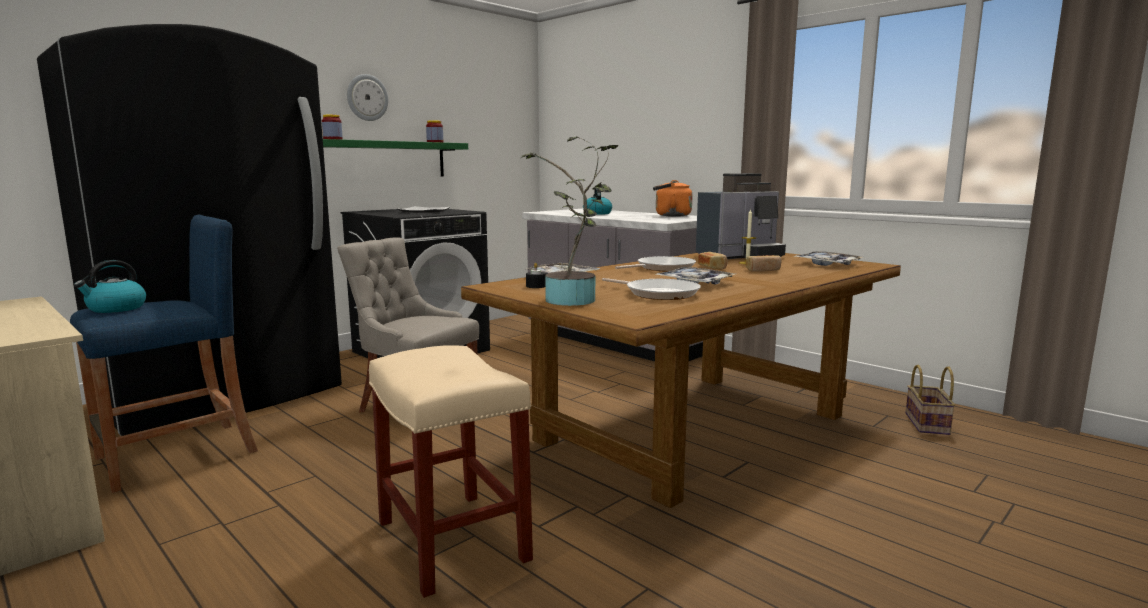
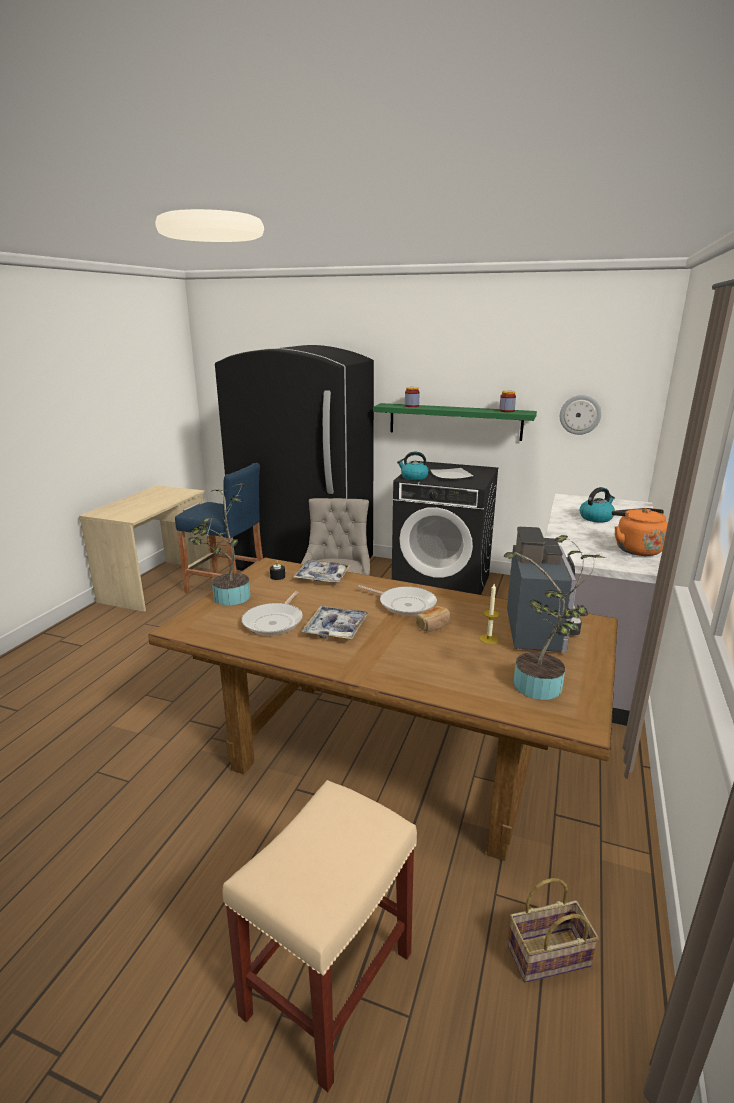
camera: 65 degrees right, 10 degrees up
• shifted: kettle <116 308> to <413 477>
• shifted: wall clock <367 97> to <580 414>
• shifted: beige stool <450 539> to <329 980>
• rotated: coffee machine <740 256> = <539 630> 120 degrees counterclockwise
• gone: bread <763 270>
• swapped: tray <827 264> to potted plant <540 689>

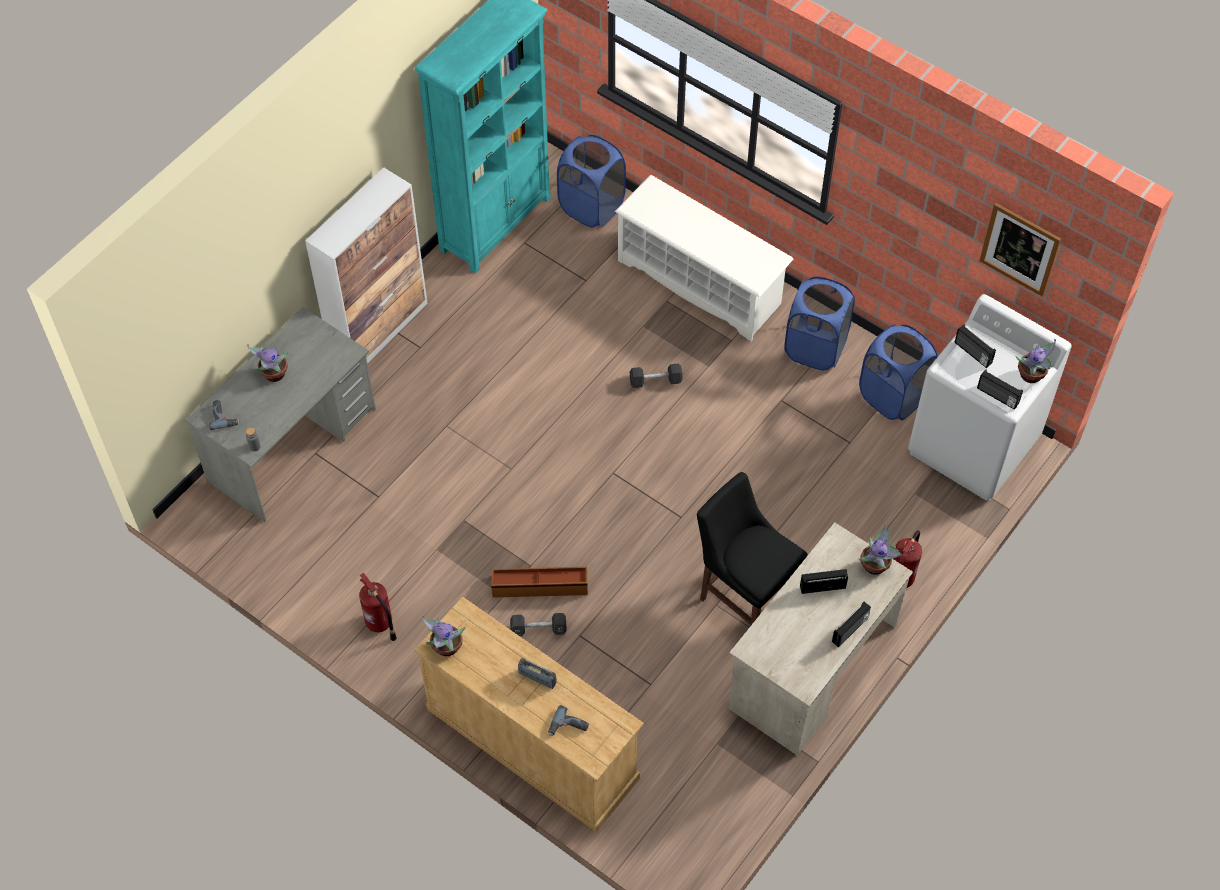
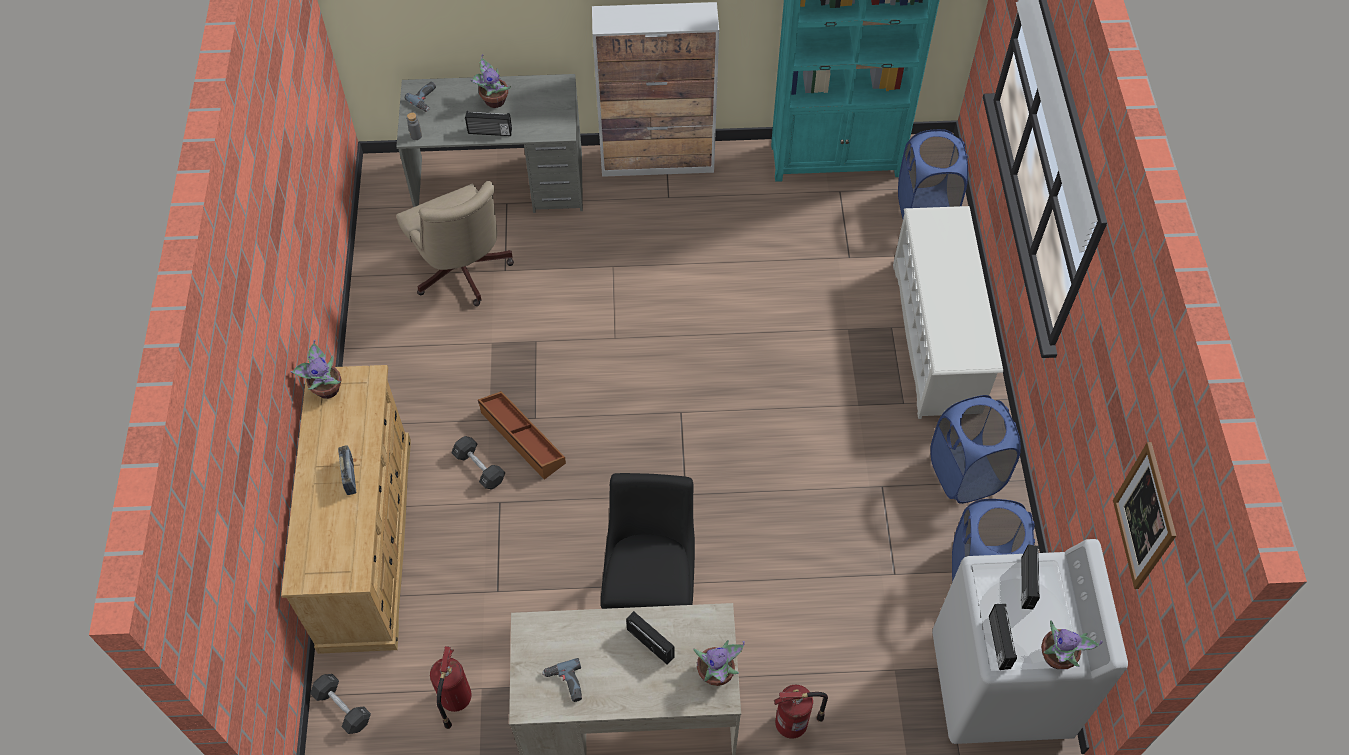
camera: 50 degrees right, 0 degrees up
• shifted: fire extinguisher <380 624> to <455 700>
• shifted: power drill <568 728> to <565 684>
• shifted: black dumbbell <655 381> to <342 707>
• shifted: radio <850 630> to <490 132>
• new: beige office chair <463 274>

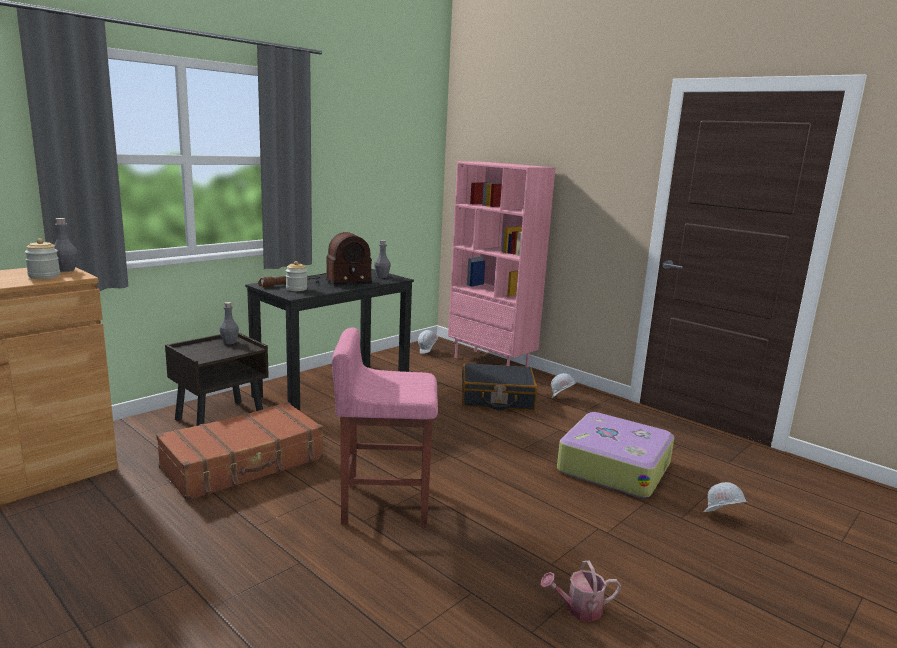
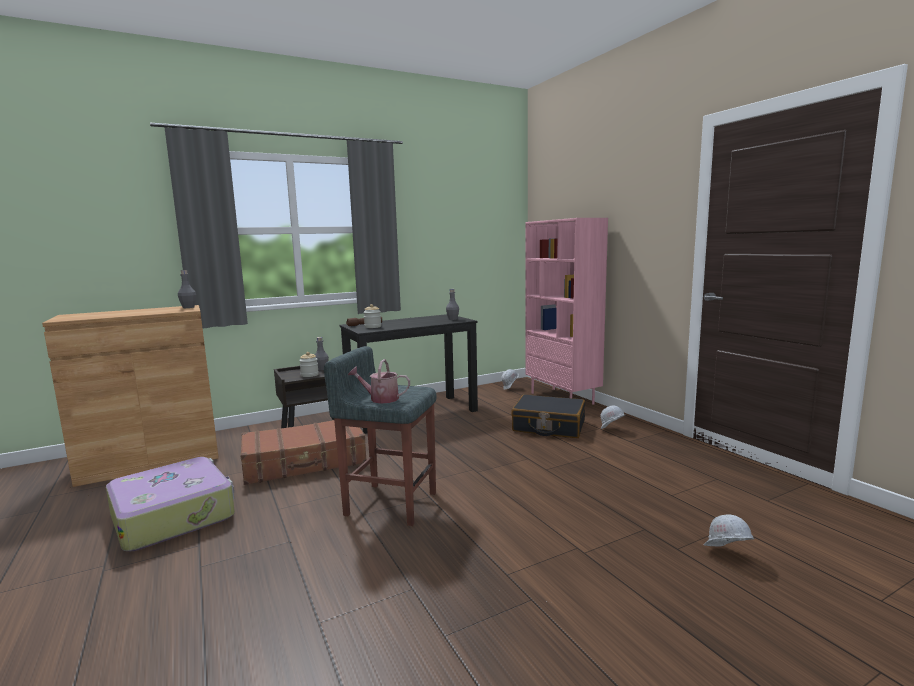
camera: 20 degrees right, 5 degrees down
• shifted: jar <44 276> to <309 375>
• gone: radio <338 281>
• repainted: pink stool <384 504> to grey stool <390 503>
• shifted: watering can <578 609> to <380 399>
• shifted: suitcase <613 467> to <174 515>

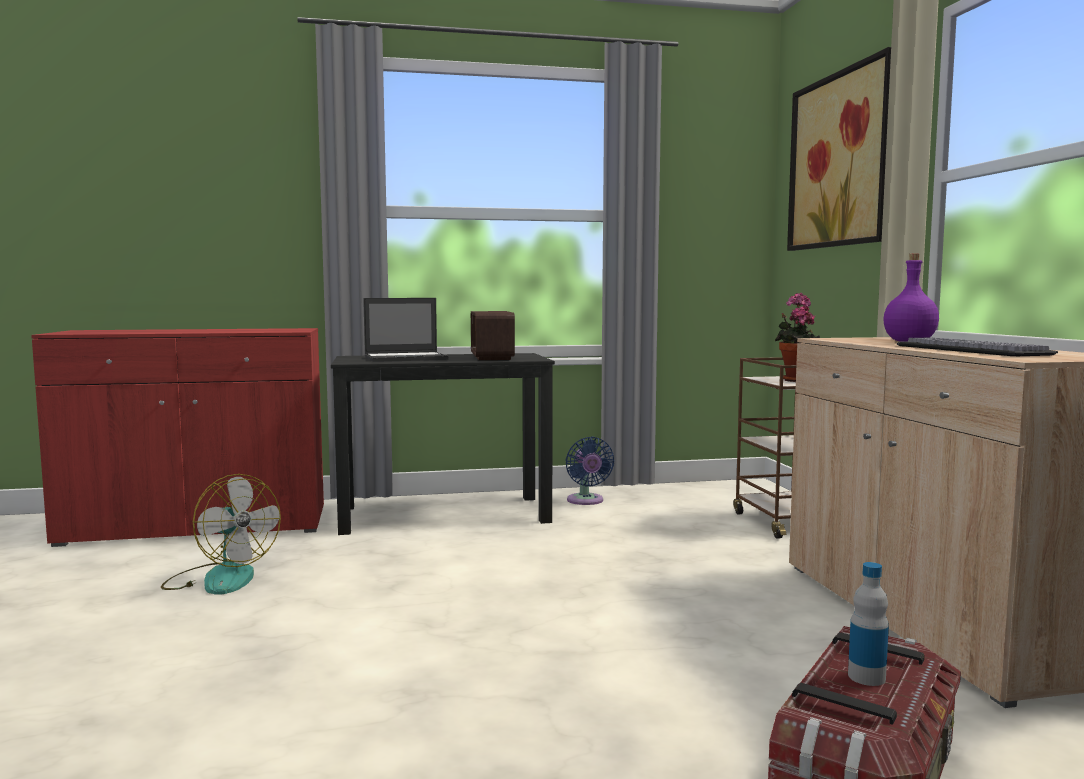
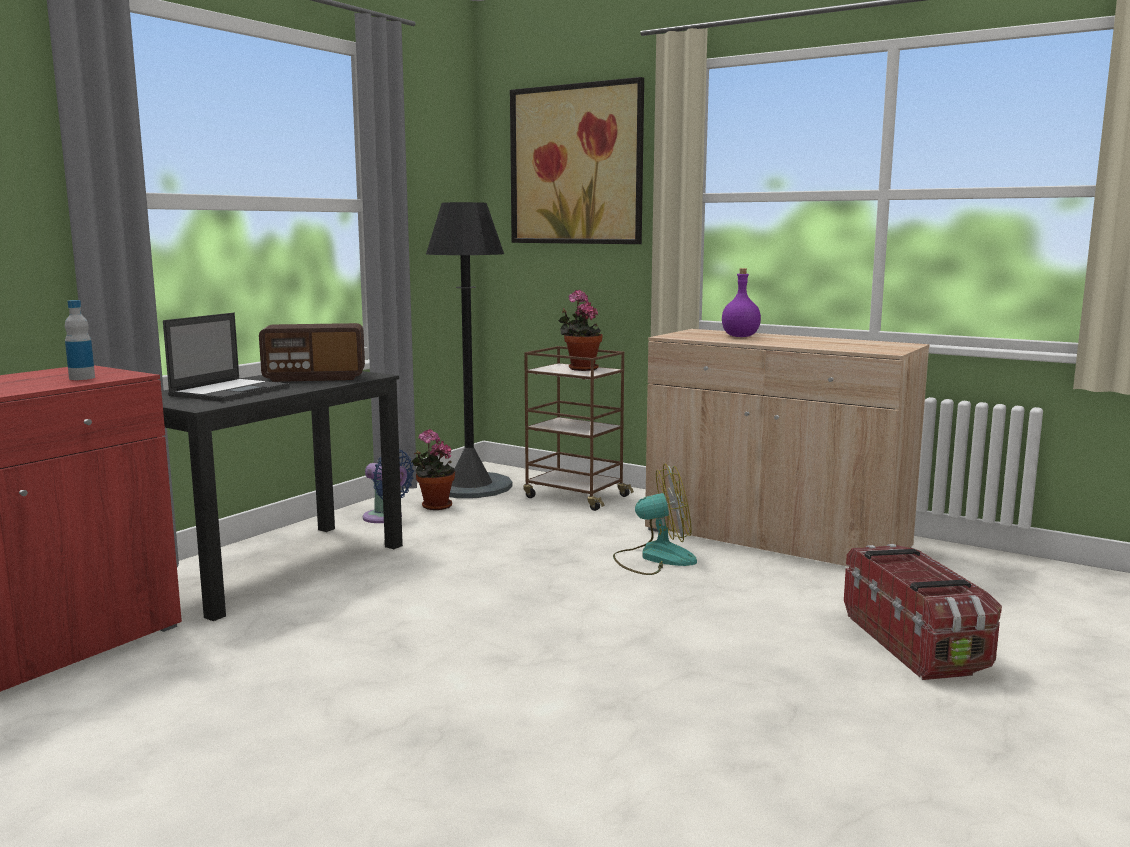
camera: 45 degrees left, 5 degrees up
• shifted: fan <220 578> to <654 558>
• rotated: radio <492 357> = <315 377> 45 degrees counterclockwise
• shifted: bottle <866 677> to <82 378>
• gone: keyboard <979 350>
• new: potted plant <434 506>
• new: black floor lamp <470 486>

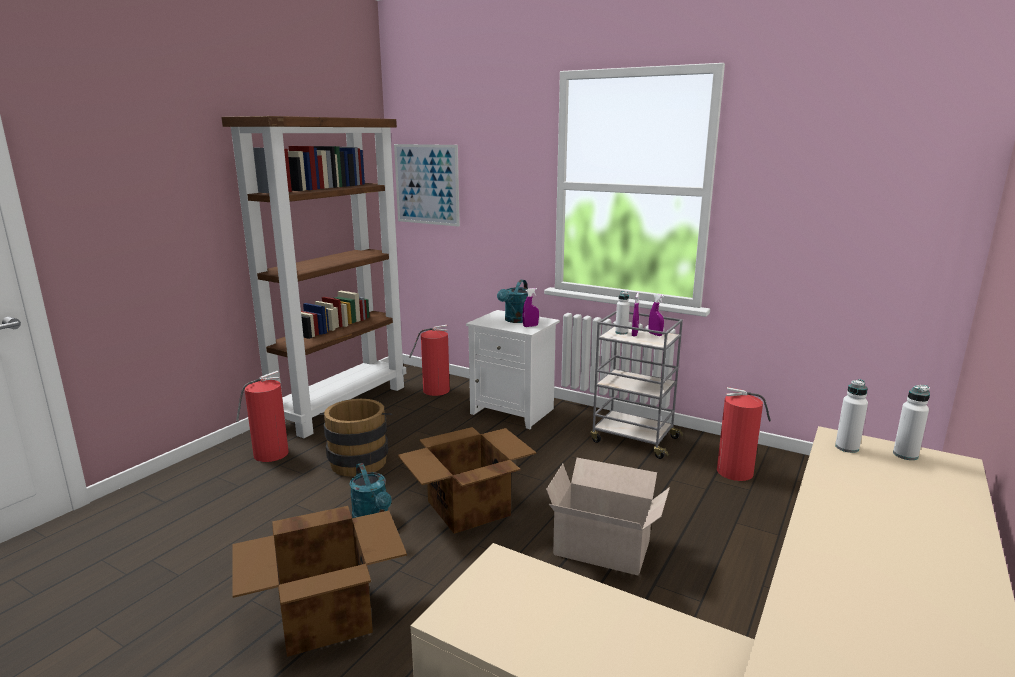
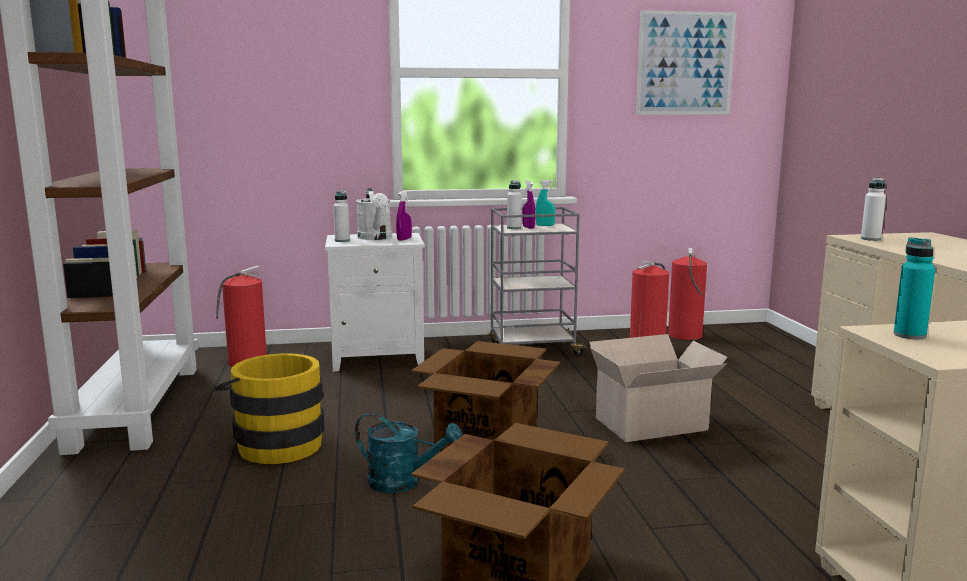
camera: 40 degrees left, 5 degrees down
• shifted: fire extinguisher <269 454> to <685 335>
• repainted: brown bucket <359 459> to yellow bucket <276 443>
• shifted: picture <427 184> to <685 63>
• repainted: turquoise watering can <516 320> to white watering can <375 238>
• repainted: purple spray bottle <655 334> to turquoise spray bottle <545 225>
• shifted: white bottle <905 455> to <342 241>
• new: turquoise bottle <909 335>

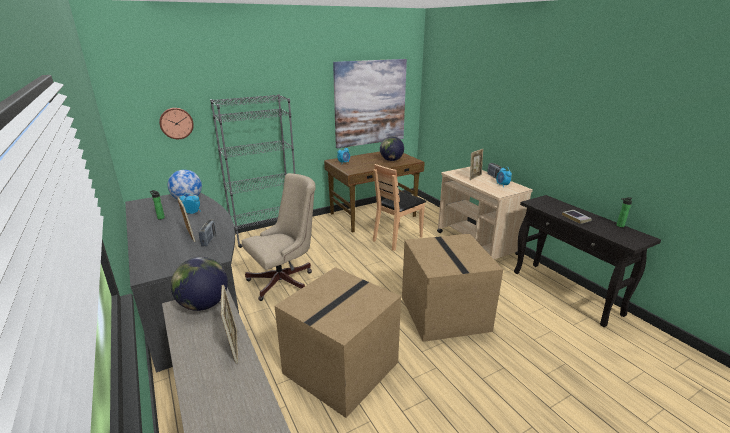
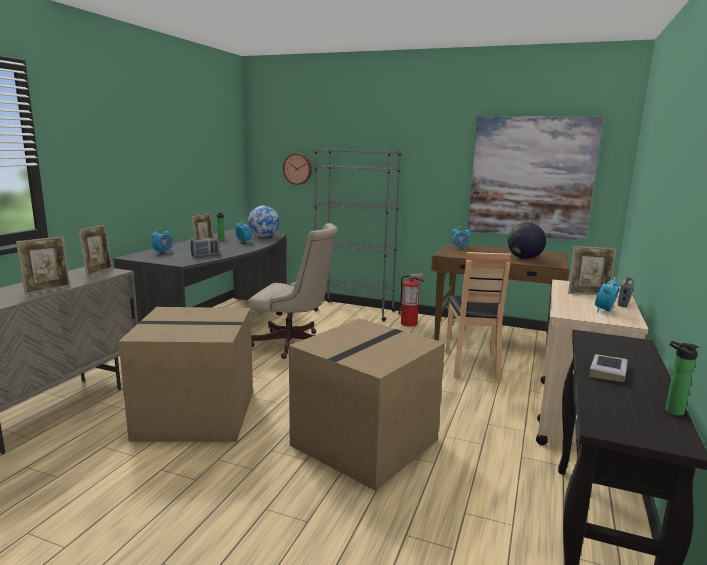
camera: 50 degrees right, 10 degrees down
• swapped: globe <204 304> to picture frame <98 272>
• rotated: brown chair <397 238> = <472 364> 90 degrees counterclockwise
• new: alarm clock <163 252>
• new: fire extinguisher <409 323>

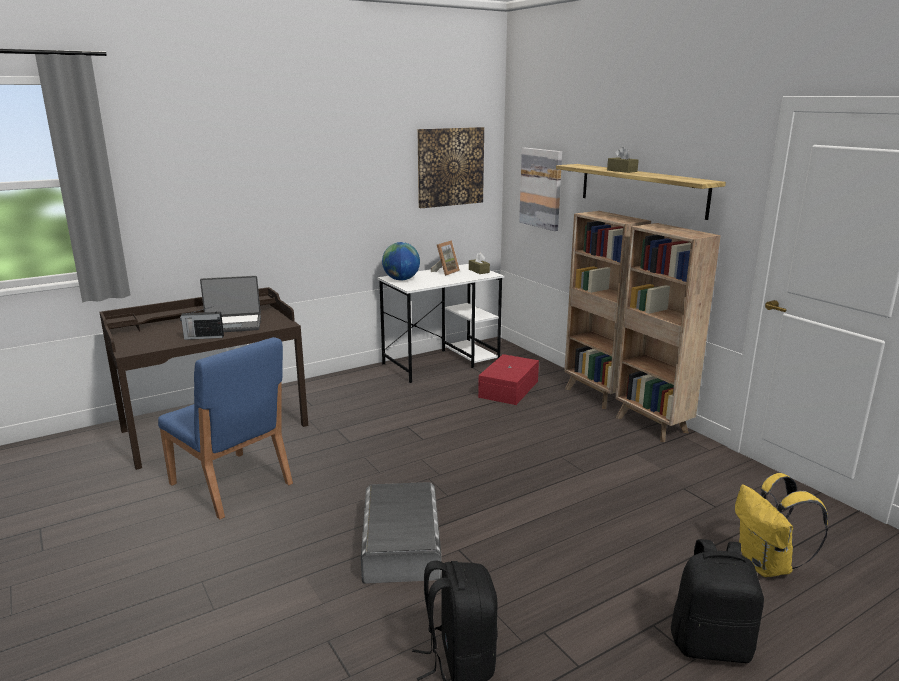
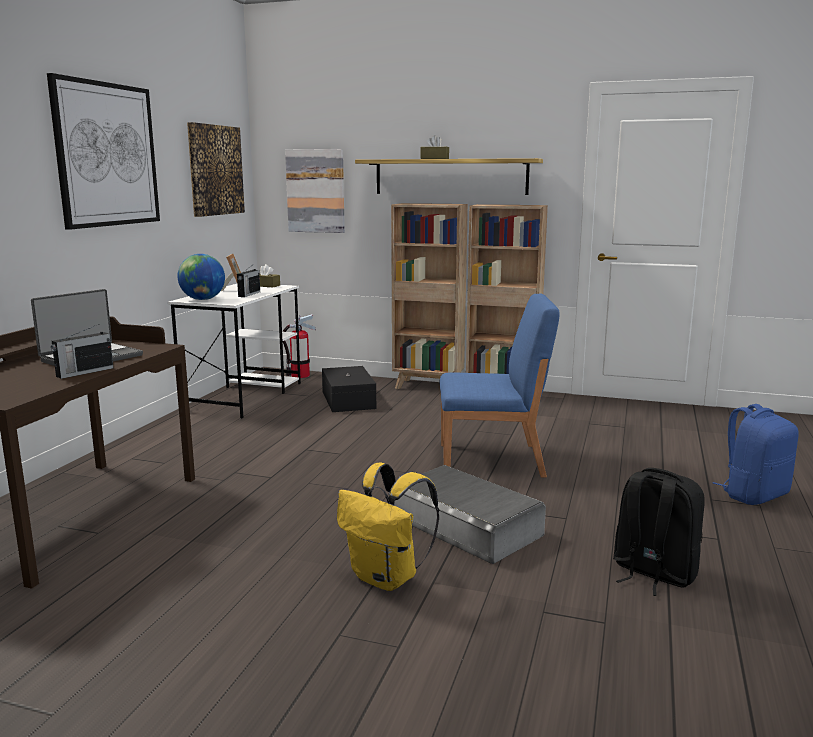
camera: 40 degrees left, 5 degrees down
• shifted: blue chair <231 484> to <493 460>
• repainted: red storage box <507 389> to black storage box <347 400>
• repainted: black backpack <711 644> to blue backpack <753 495>
• shifted: yellow backpack <767 566> to <387 578>
• new: picture <107 155>
• new: radio <249 294>
• new: fire extinguisher <300 375>

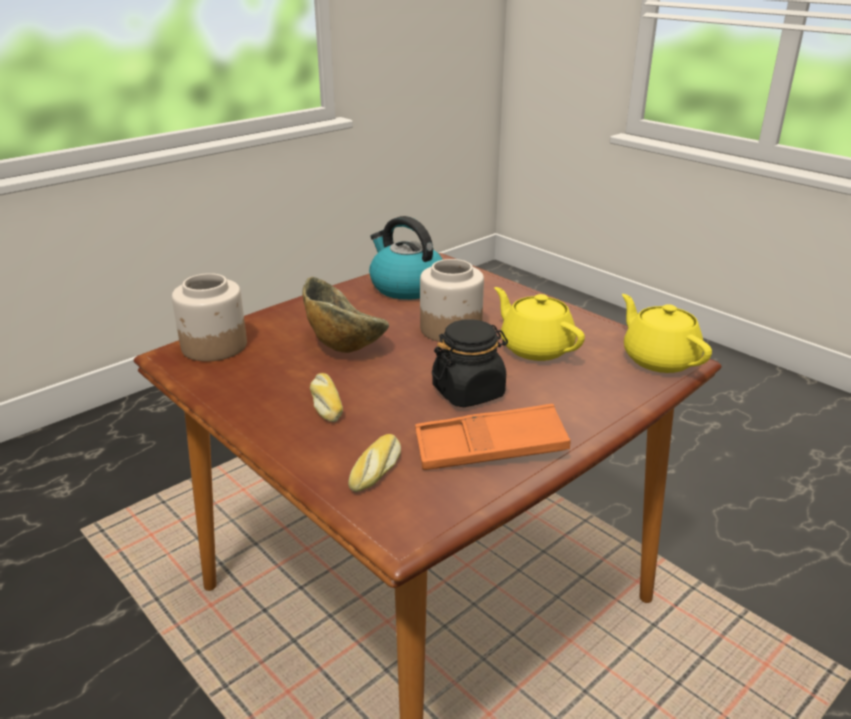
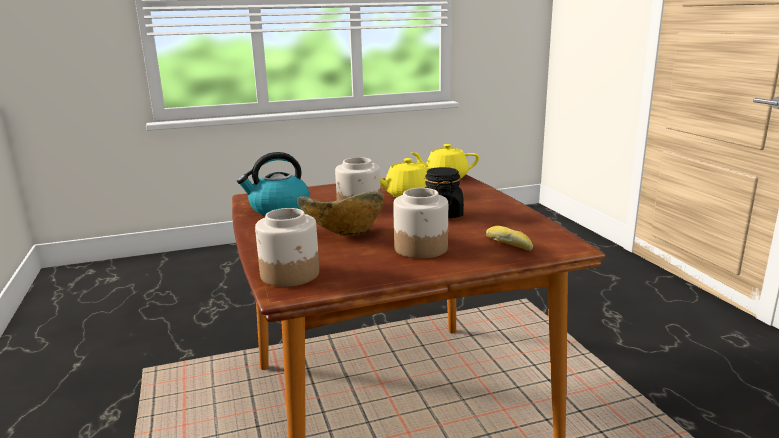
camera: 65 degrees left, 10 degrees down
• swapped: bread <325 404> to jar <421 248>
• gone: orange tray <490 447>

